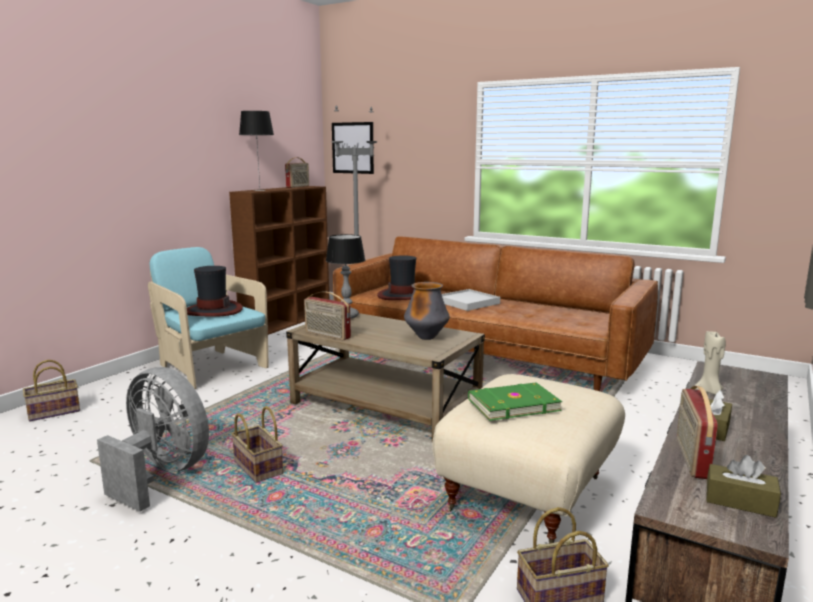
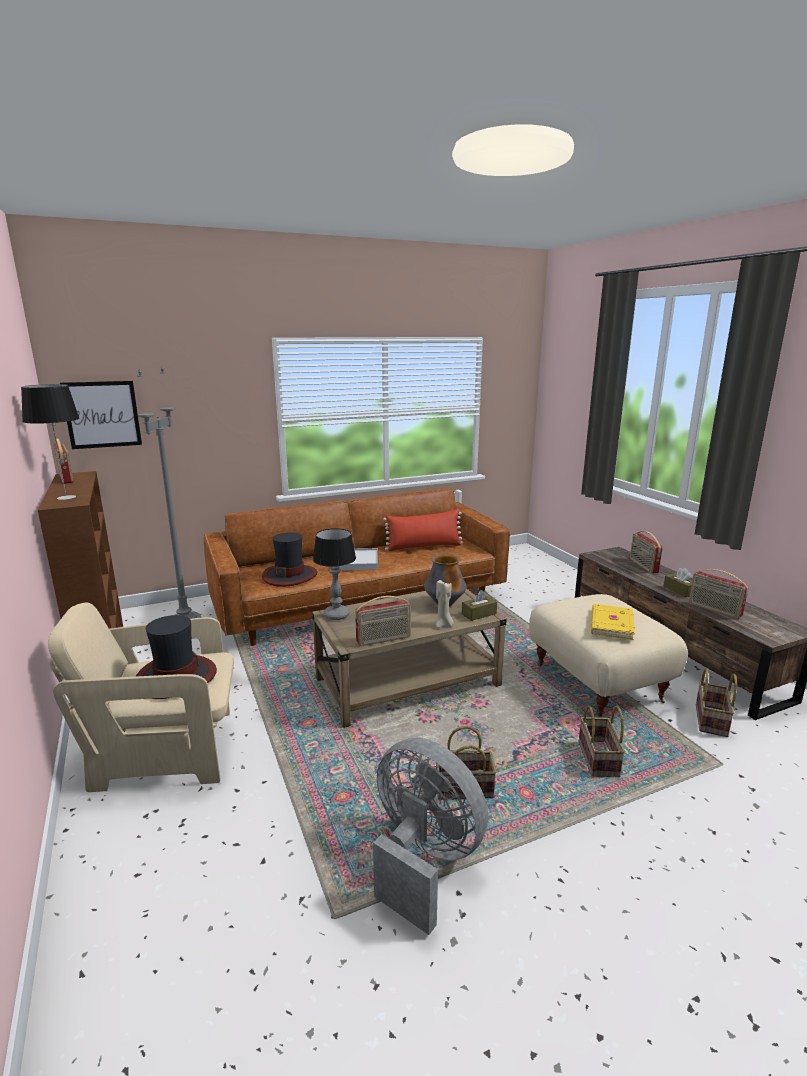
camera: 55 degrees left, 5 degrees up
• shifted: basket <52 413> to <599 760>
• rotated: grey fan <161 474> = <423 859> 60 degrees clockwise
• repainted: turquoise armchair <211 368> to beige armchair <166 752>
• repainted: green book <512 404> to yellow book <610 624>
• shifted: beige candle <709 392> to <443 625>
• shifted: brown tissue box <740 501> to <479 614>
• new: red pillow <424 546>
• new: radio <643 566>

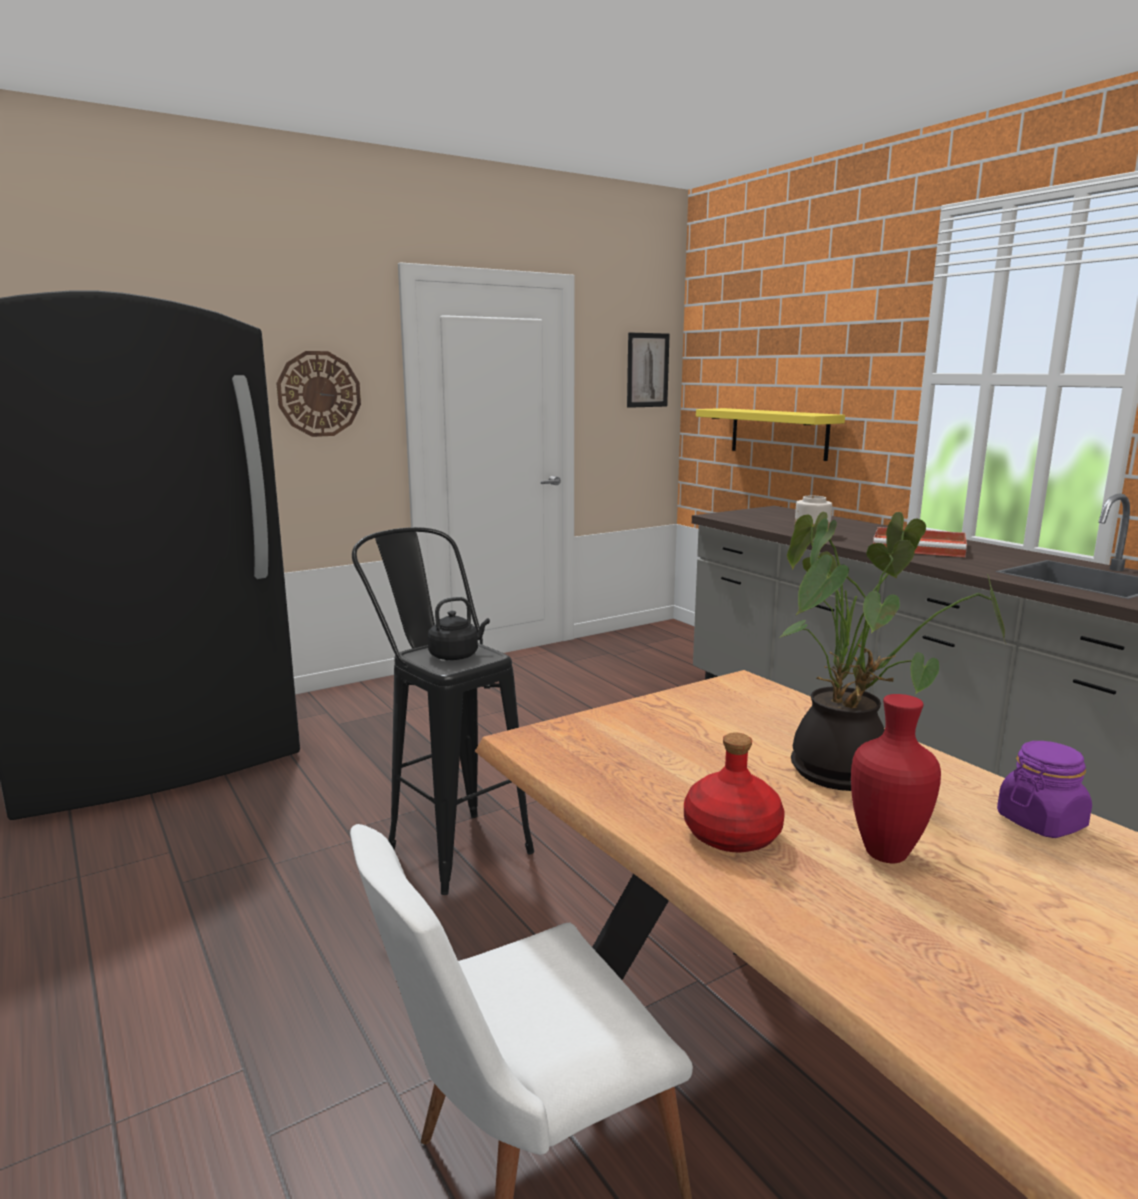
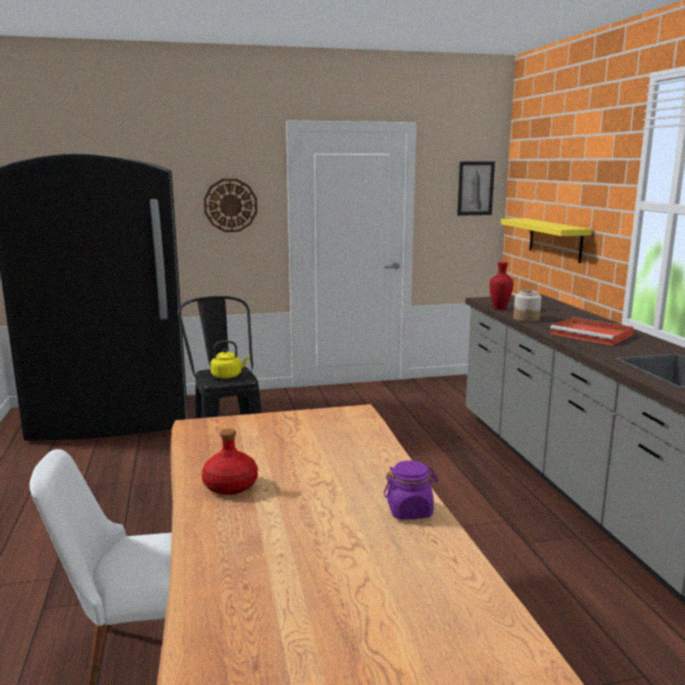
camera: 20 degrees right, 0 degrees up
• repainted: black kettle <456 655> to yellow kettle <228 376>
• gone: potted plant <848 772>
• shifted: red vase <883 852> to <499 308>

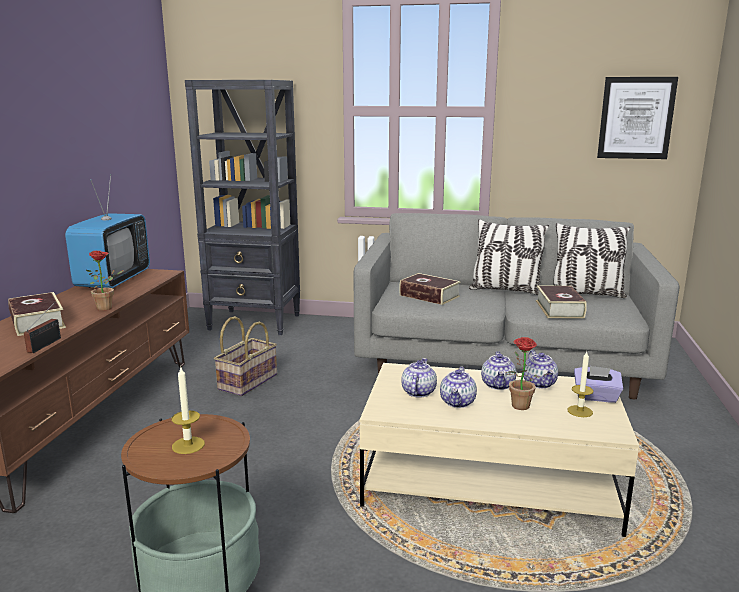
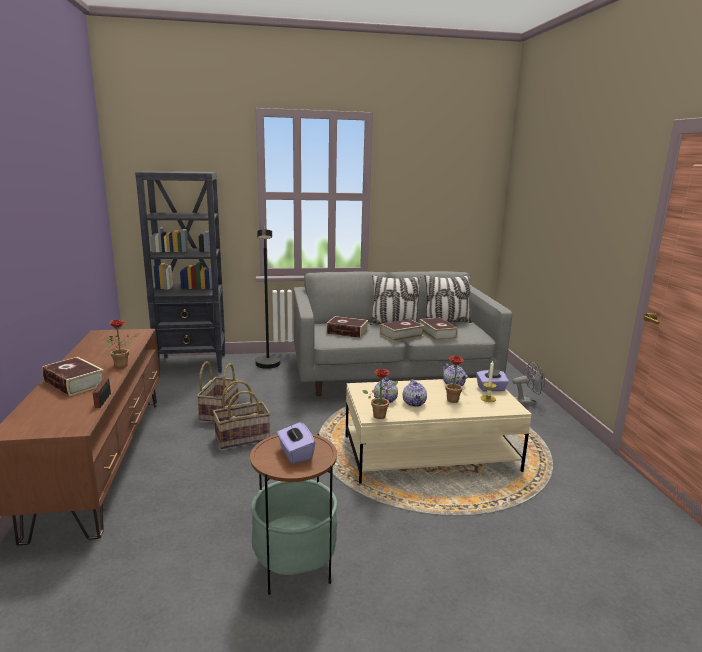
camera: 20 degrees left, 0 degrees up
• gone: television <113 280>
• swapped: candle <188 445> to purple tissue box <295 454>
• gone: teapot <498 385>
• gone: picture <636 118>
• new: basket <242 437>
• new: black floor lamp <268 366>
• new: potted plant <381 415>
• new: book <401 335>
• new: grey fan <527 402>

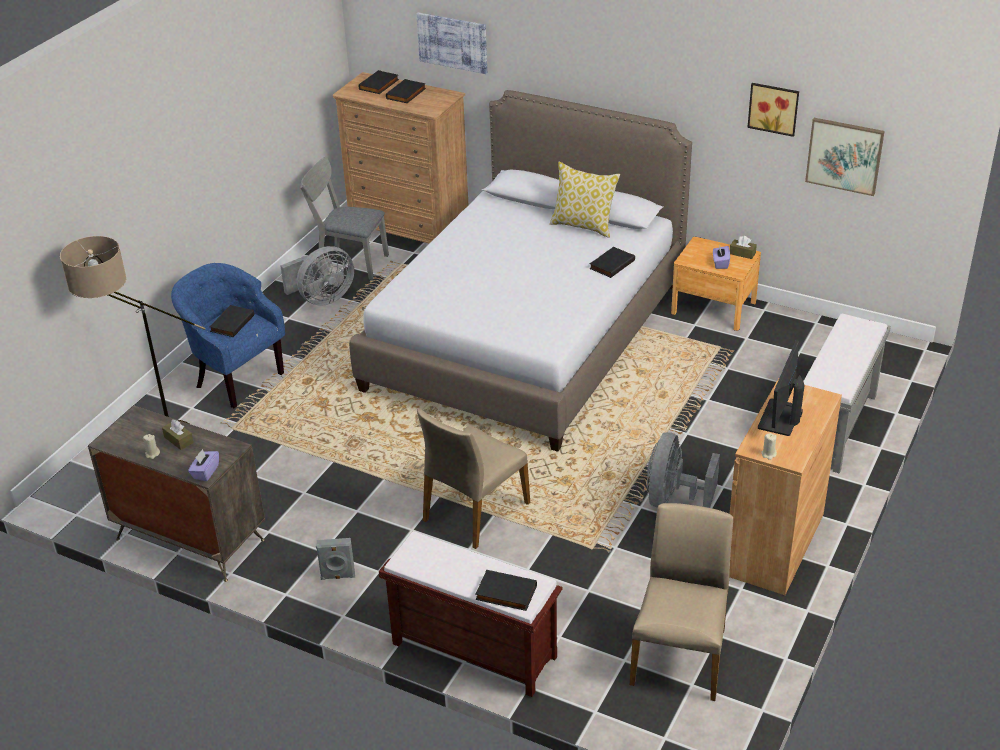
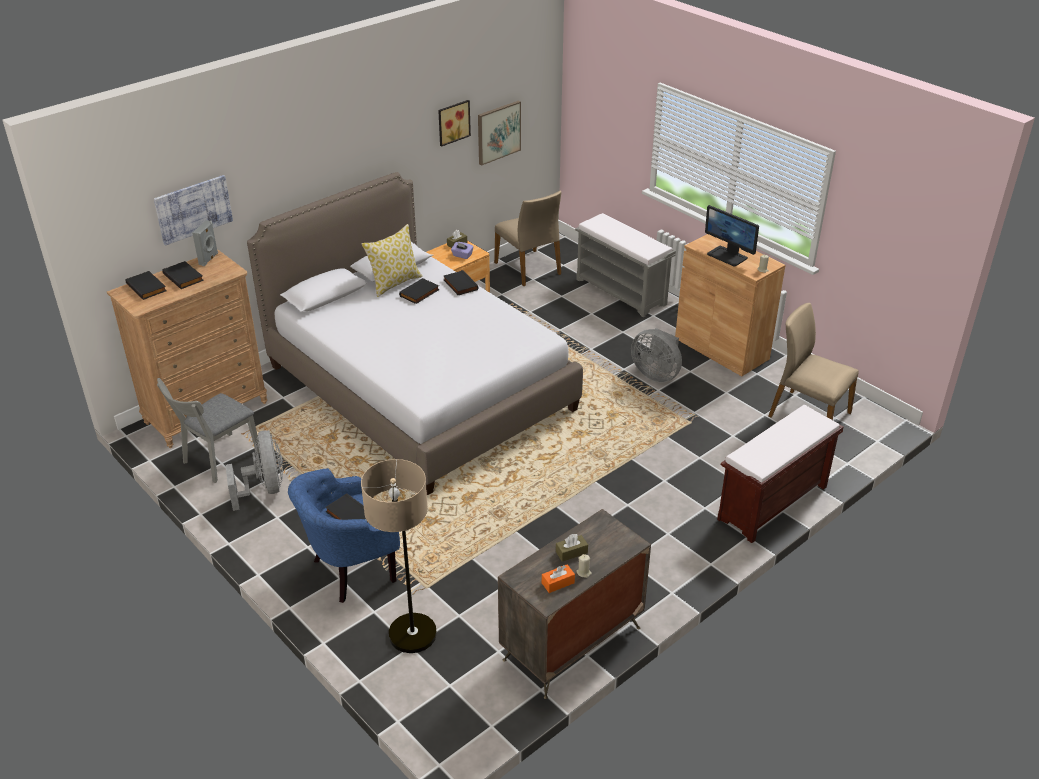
camera: 70 degrees left, 0 degrees up
• gone: purple tissue box <205 472>
• shifted: grey speaker <338 576> to <209 259>
• shifted: beige chair <474 512> to <528 268>
• shifted: black book <505 594> to <420 293>
• new: orange tissue box <558 583>

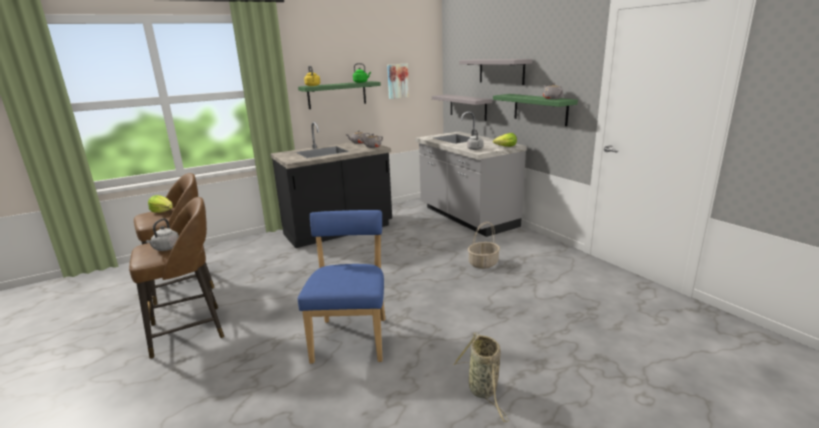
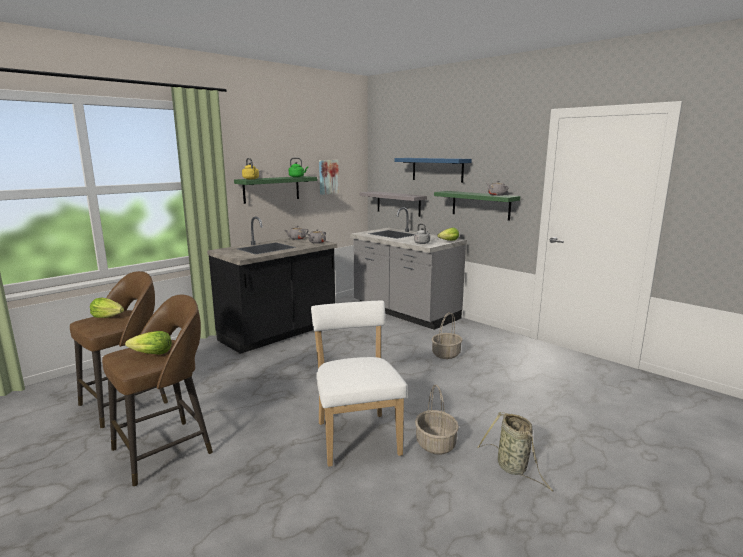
camera: 15 degrees left, 5 degrees down
• swapped: grey kettle <166 249> to lettuce <151 354>
• repainted: blue chair <351 337> to white chair <357 436>
• repainted: grey shelf <501 71> to blue shelf <437 169>
• new: basket <435 444>

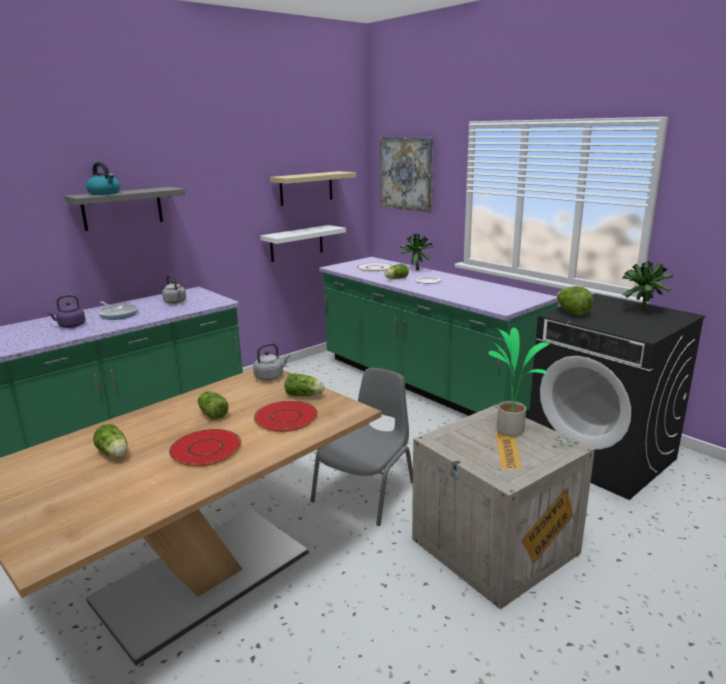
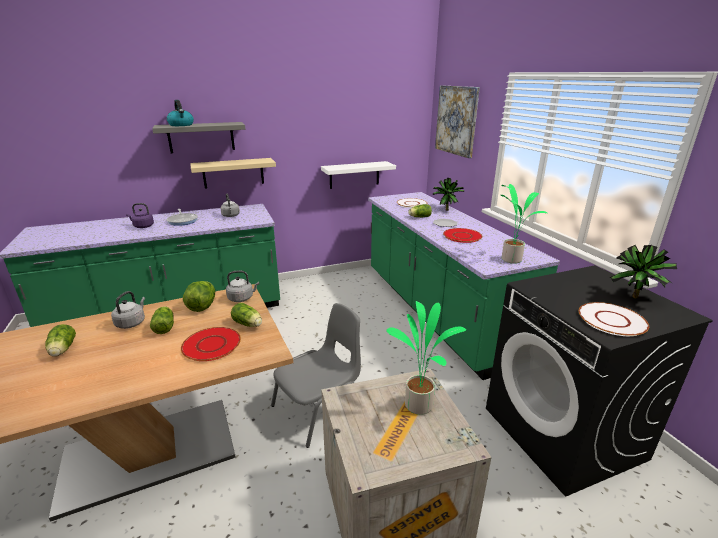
camera: 20 degrees right, 5 degrees up
• shifted: red plate <205 449> to <462 236>
• shifted: beige shelf <306 188> to <233 173>
• shifted: lettuce <572 313> to <202 306>
• new: grey kettle <132 323>
• new: potted plant <511 259>
• new: white plate <611 320>

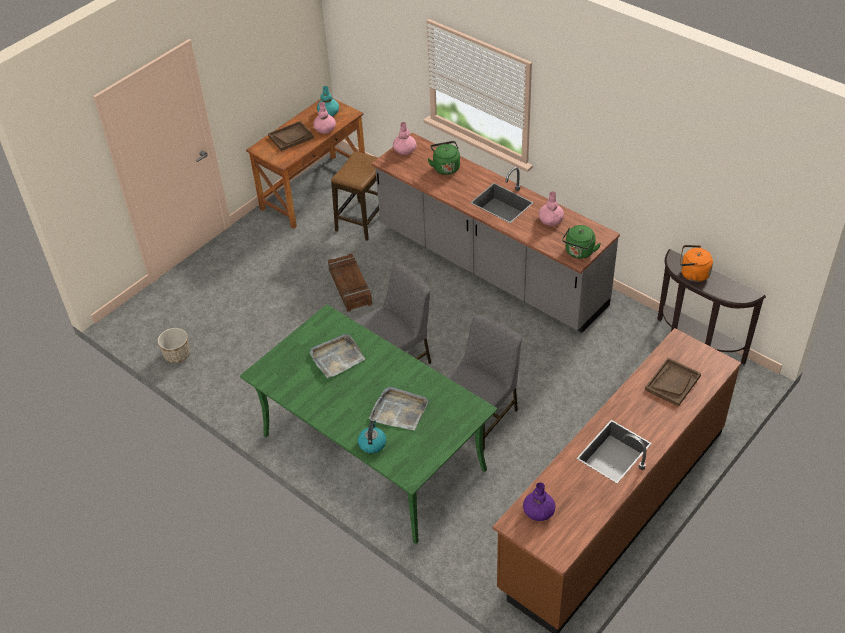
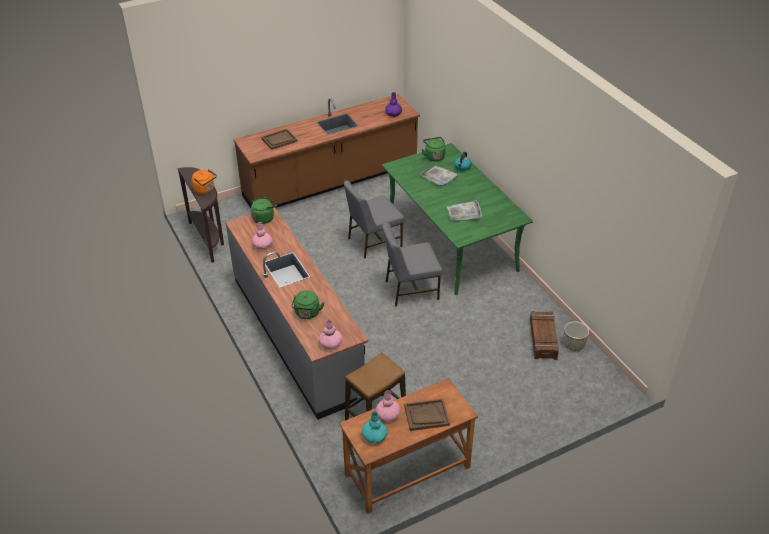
camera: 160 degrees left, 5 degrees down
• shifted: crate <350 287> to <542 339>
• new: green kettle <434 156>

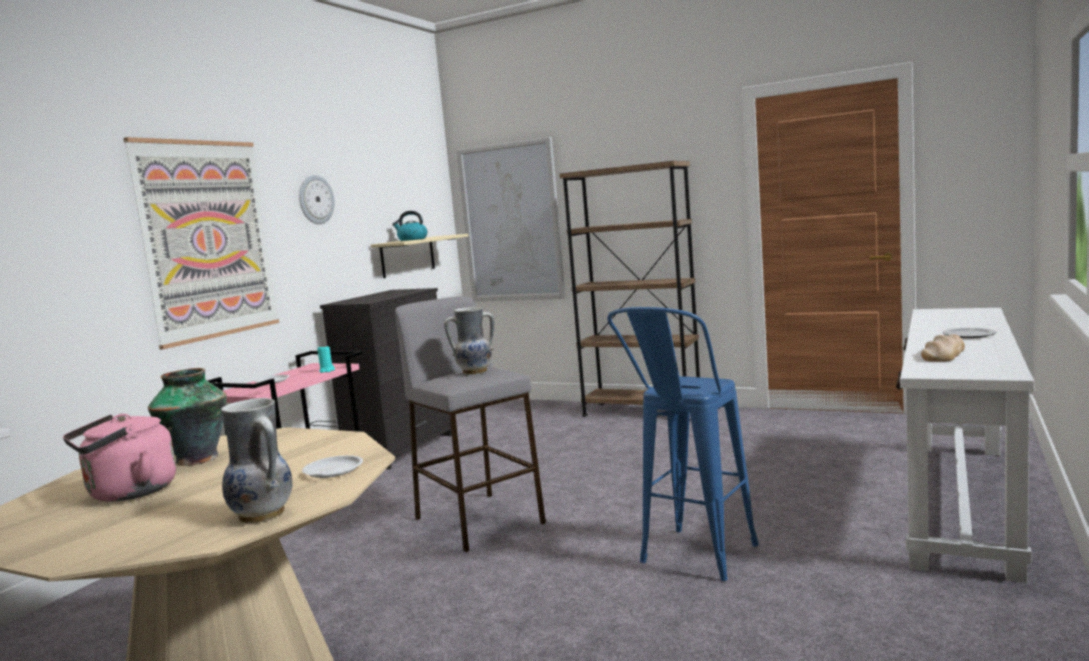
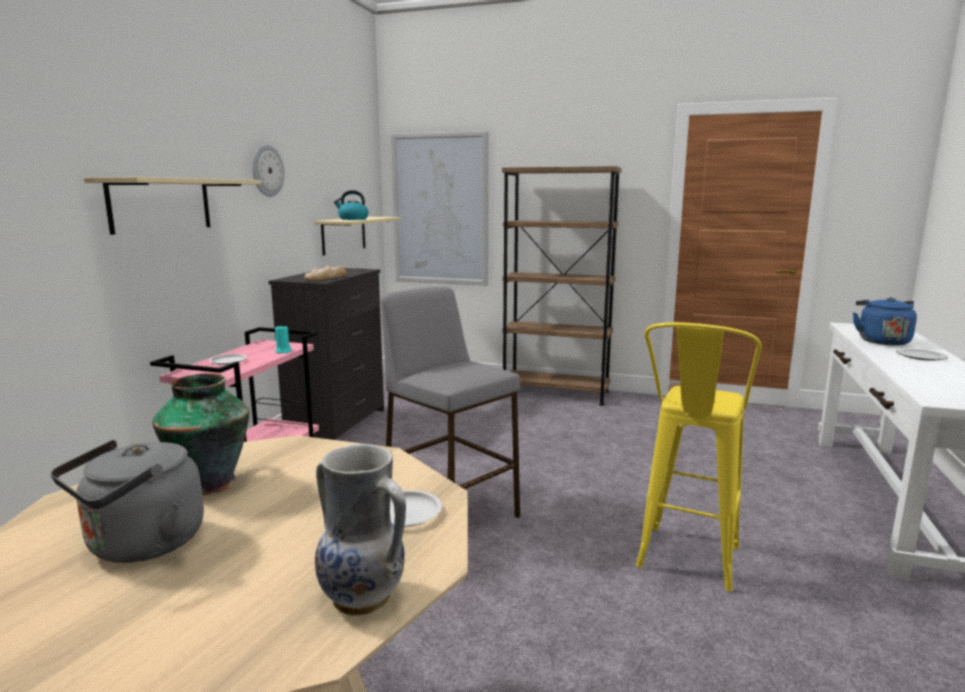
camera: 10 degrees left, 5 degrees up
• repainted: pink kettle <127 494> to grey kettle <140 545>
• swapped: picture <207 239> to beige shelf <161 204>
• gone: vase <474 372>
• repainted: blue stool <691 562> to yellow stool <685 567>
• shifted: bread <943 354> to <326 277>
• new: blue kettle <881 341>

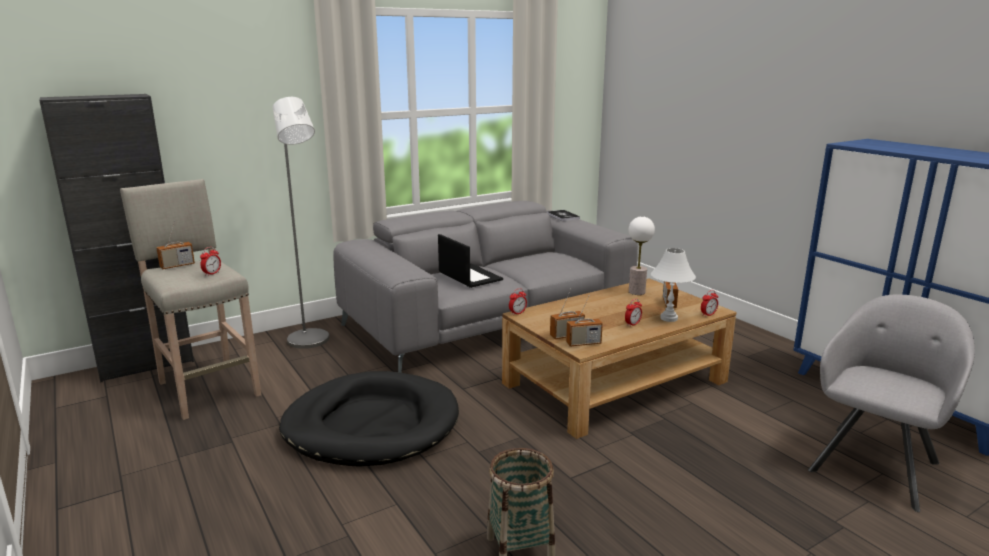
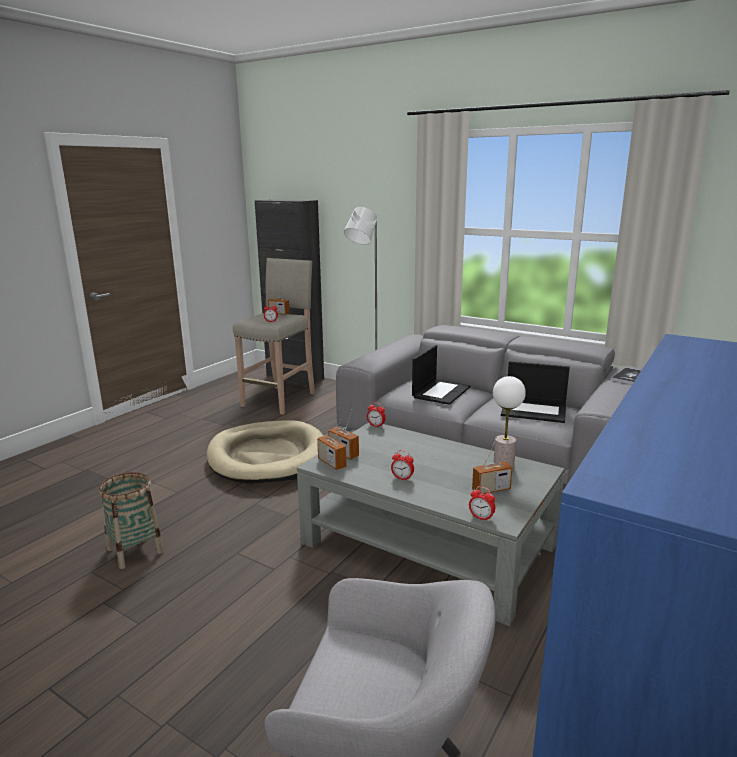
camera: 65 degrees right, 0 degrees up
• repainted: black dog bed <371 425> to beige dog bed <268 456>
• repainted: brown coffee table <615 382> to grey coffee table <428 544>
• gone: white table lamp <668 318>
• new: laptop <534 411>

